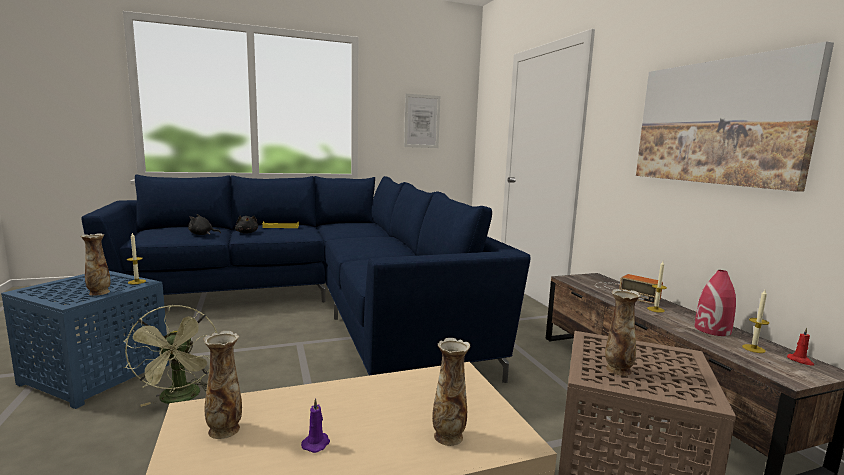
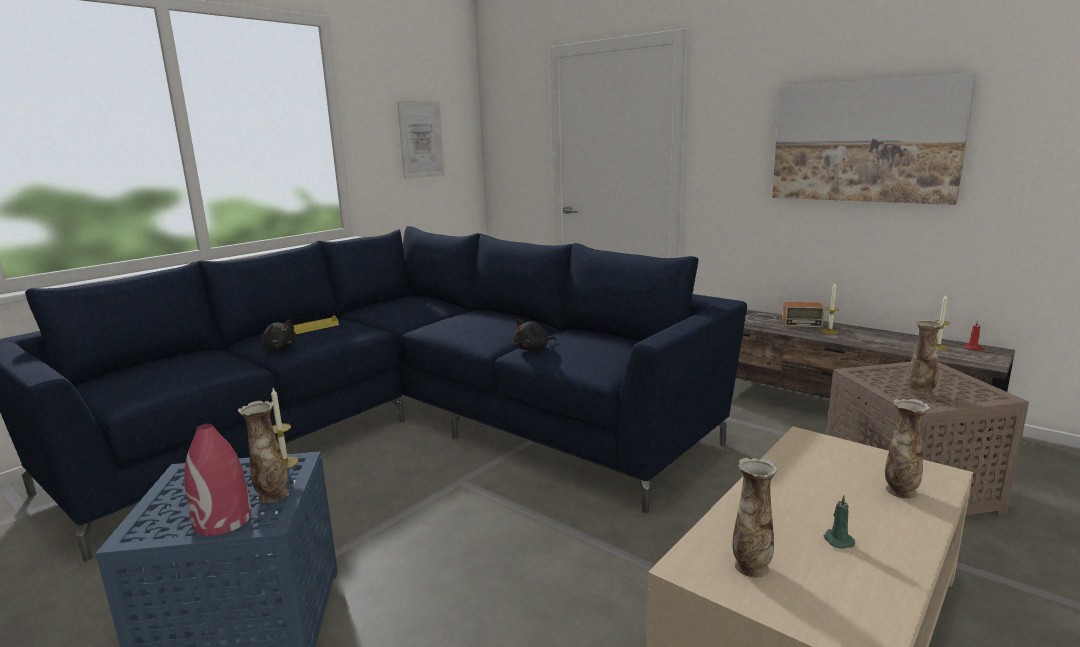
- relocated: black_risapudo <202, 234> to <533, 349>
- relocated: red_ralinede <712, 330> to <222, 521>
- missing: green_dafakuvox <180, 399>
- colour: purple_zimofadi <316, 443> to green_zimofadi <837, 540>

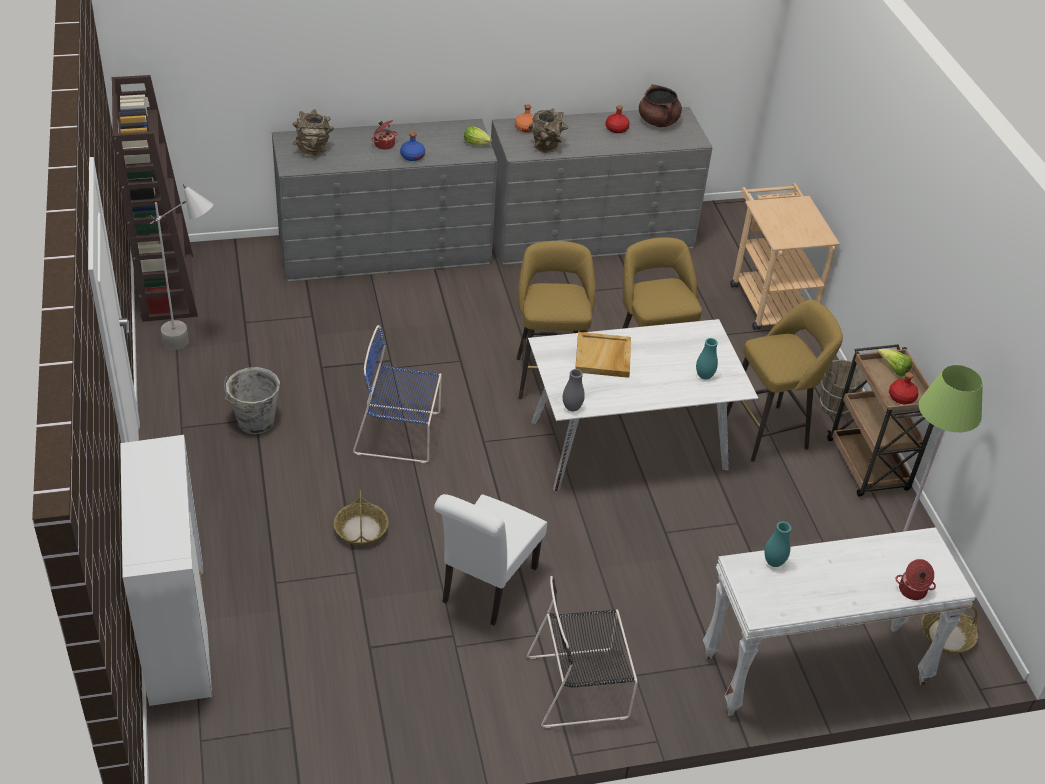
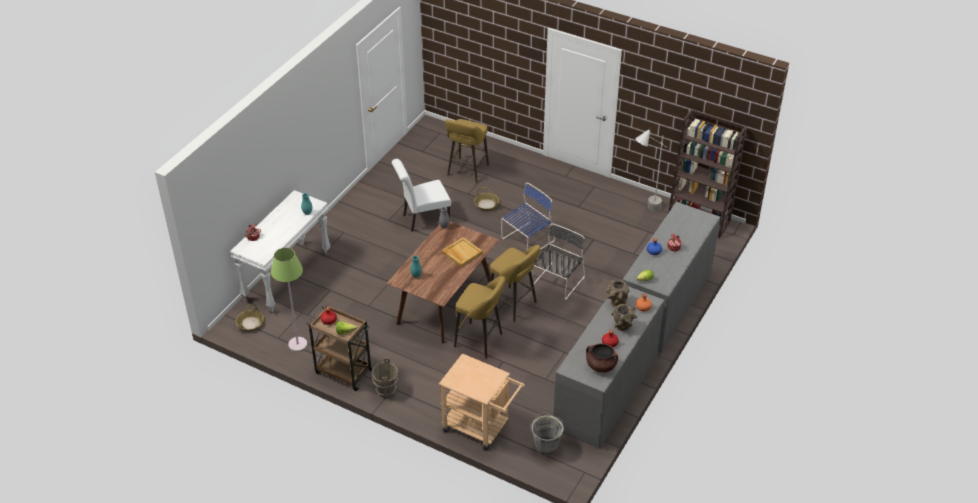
- relocated: brown_ralinede <313, 151> to <623, 327>
- relocated: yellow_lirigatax <770, 432> to <467, 171>
- colour: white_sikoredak <628, 446> to brown_sikoredak <444, 302>
- relocated: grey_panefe <255, 422> to <546, 446>
- missing: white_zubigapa <176, 633>
- spun: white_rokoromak <485, 588> = <423, 219> 90 degrees counterclockwise
- relocated: black_rokoromak <581, 687> to <557, 282>

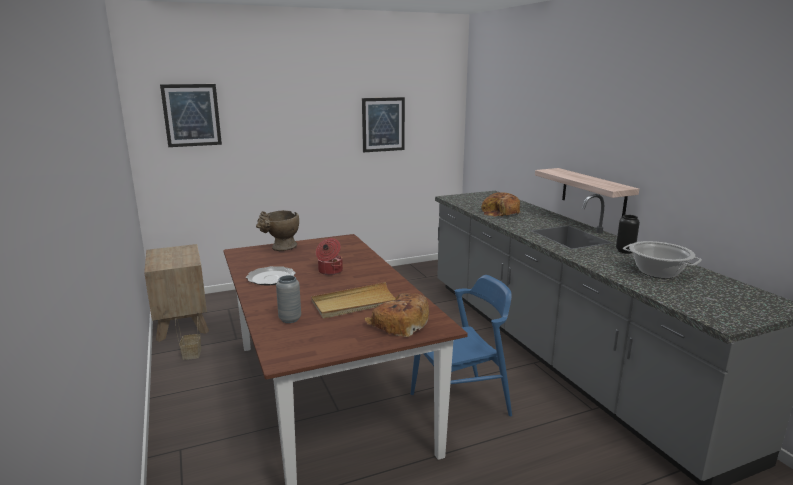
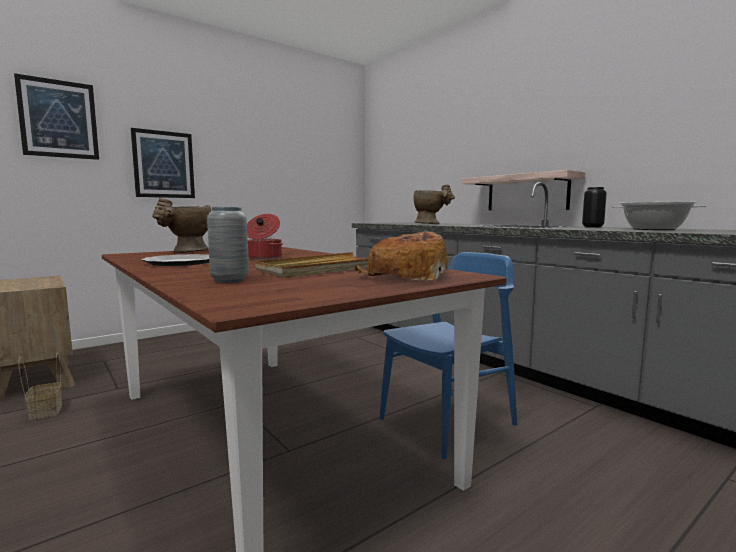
- relocated: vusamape <383, 124> to <163, 164>
- exchanged: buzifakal <501, 213> to beige_ralinede <431, 224>

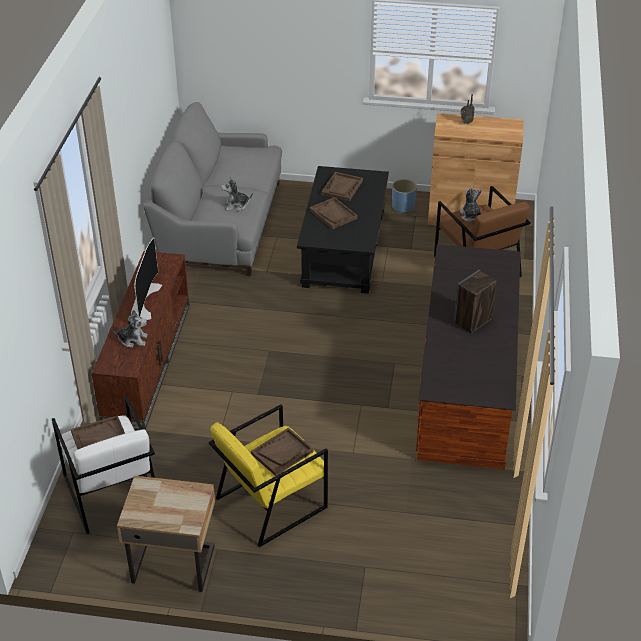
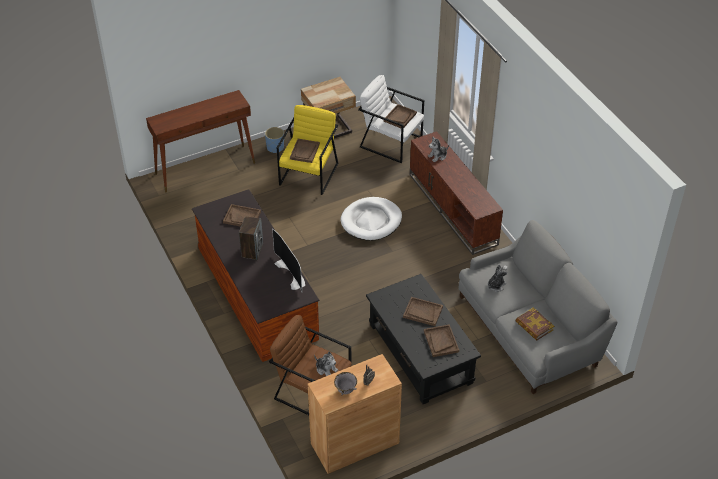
- relocated: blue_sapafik <403, 207> to <275, 147>
- relocated: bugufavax <144, 300> to <292, 273>
- appeared: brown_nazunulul <206, 168>
- appeared: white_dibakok <371, 221>
- appeared: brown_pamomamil <242, 217>
- appeared: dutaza <534, 326>
- appeared: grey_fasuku <345, 390>

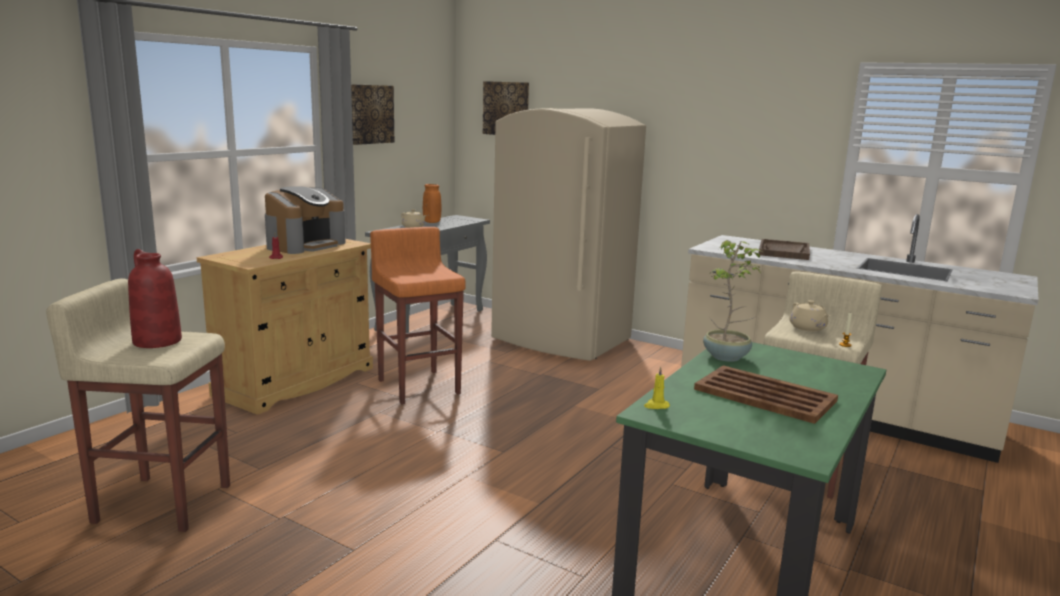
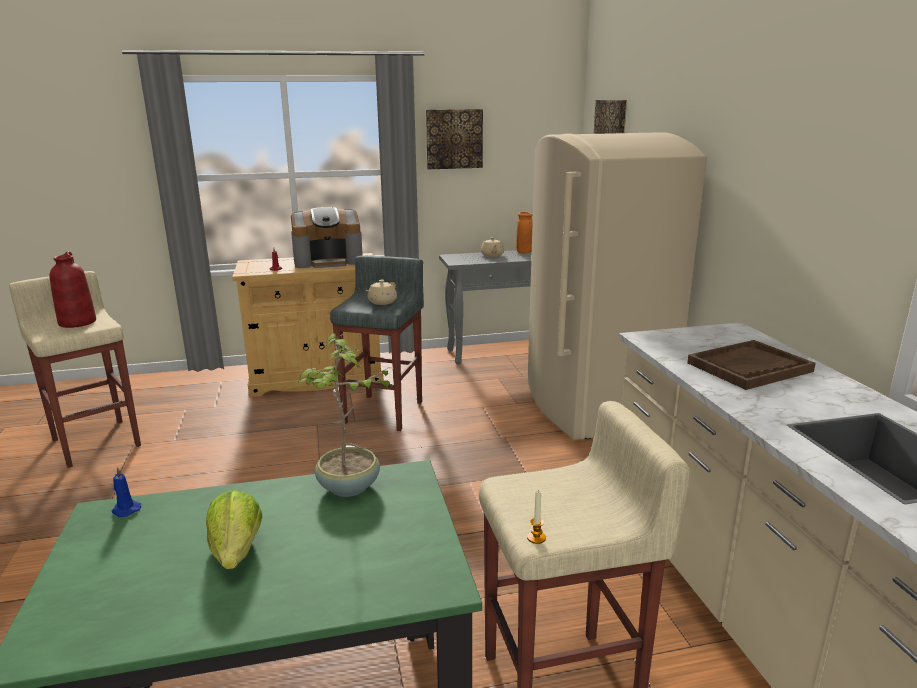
- colour: orange_lirigatax <419, 386> to grey_lirigatax <385, 412>
- relocated: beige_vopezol <808, 328> to <381, 302>
- exchanged: brown_pamomamil <763, 394> to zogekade <236, 552>
- colour: yellow_zimofadi <656, 406> to blue_zimofadi <125, 510>

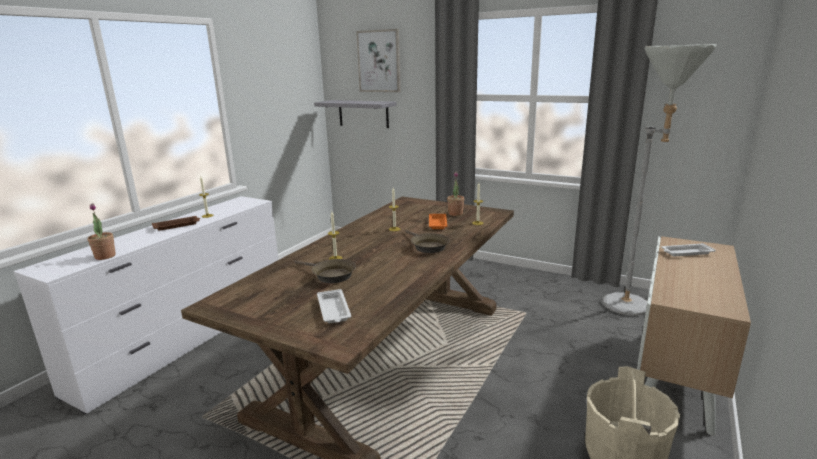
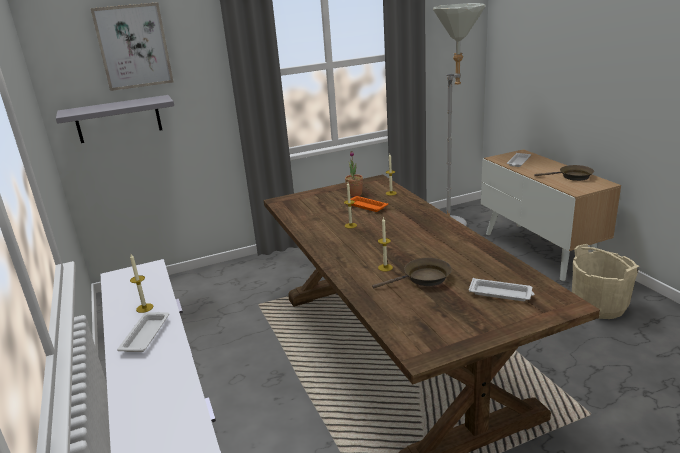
- missing: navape <105, 256>
- colour: brown_pamomamil <177, 225> to white_pamomamil <146, 335>
- relocated: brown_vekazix <427, 246> to <572, 176>

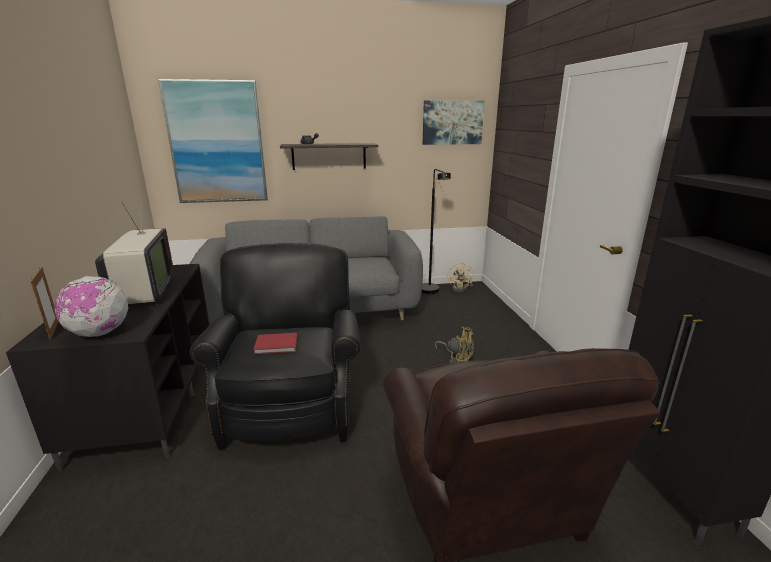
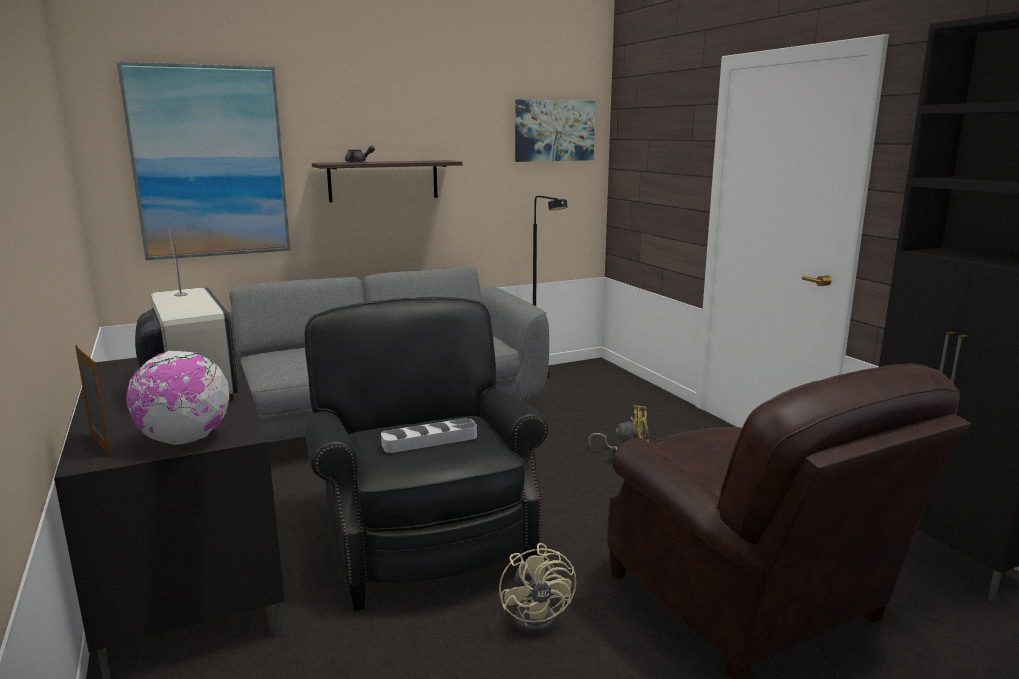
- relocated: beige_dafakuvox <461, 289> to <540, 616>
- exchanged: red_dutaza <277, 345> to grey_pamomamil <429, 440>

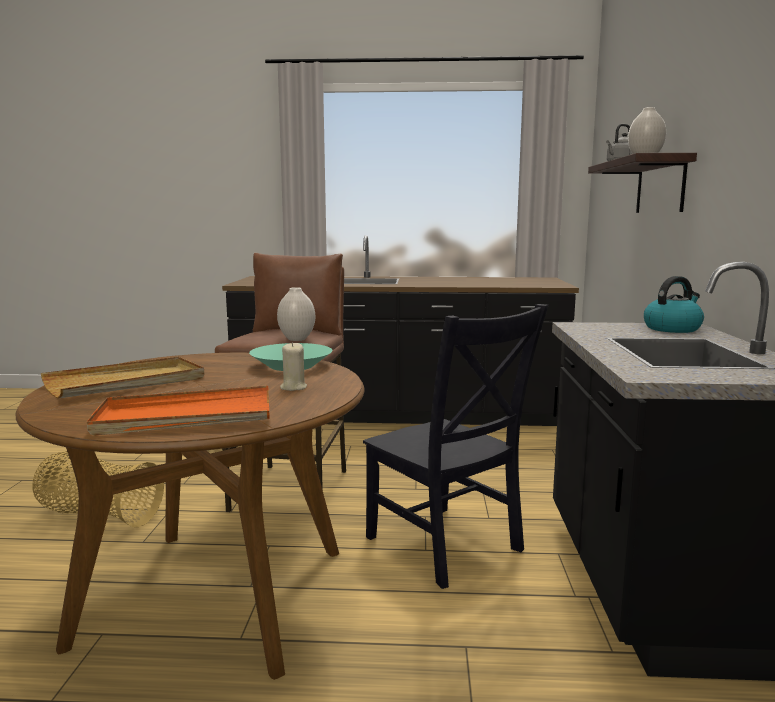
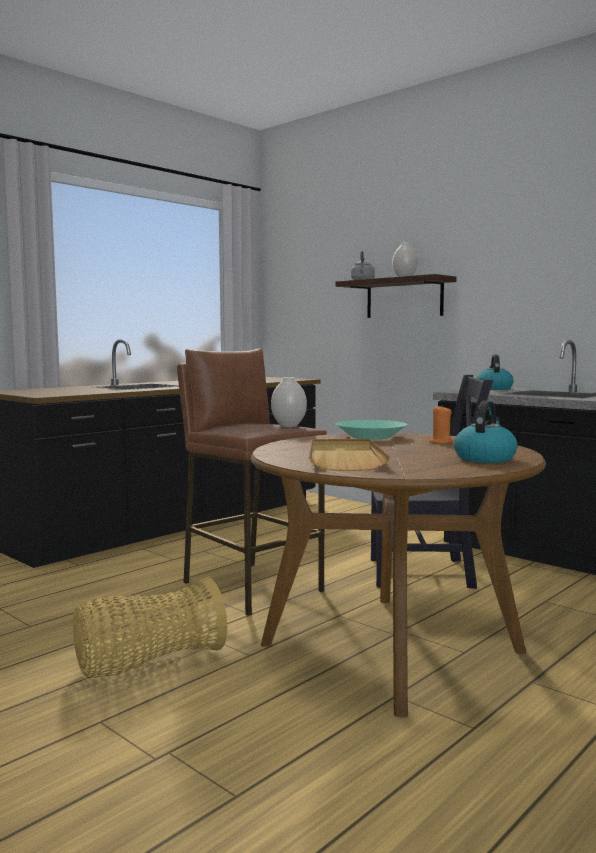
- colour: beige_zimofadi <293, 387> to orange_zimofadi <440, 442>
- exchanged: orange_pamomamil <185, 417> to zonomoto <484, 458>

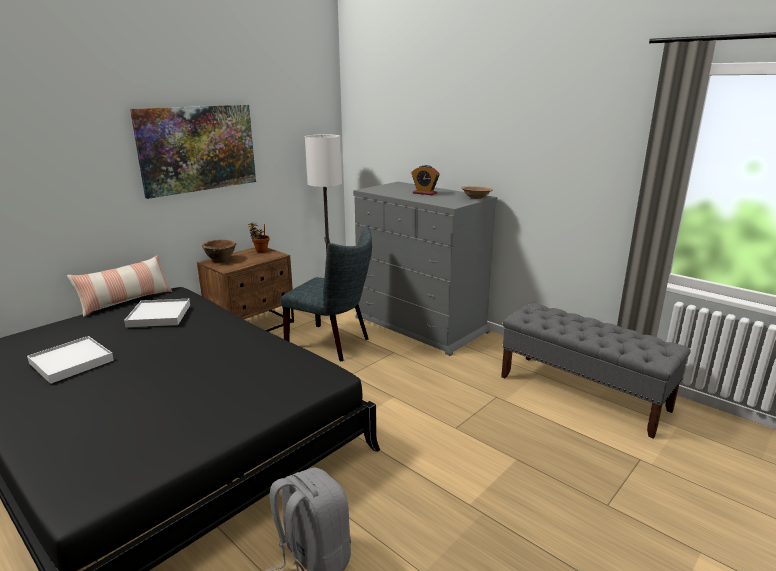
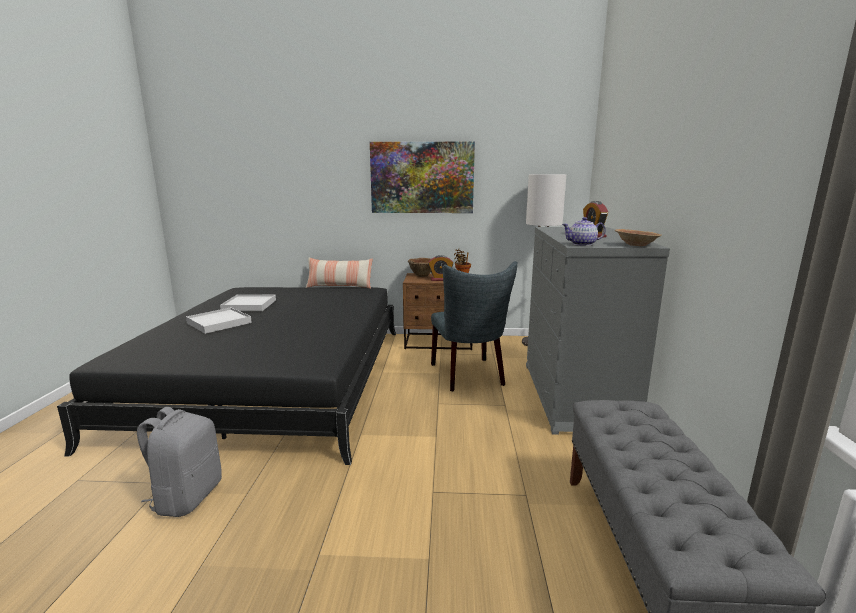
- relocated: white_pamomamil <159, 315> to <219, 323>
- appeared: vopezol <582, 244>
- appeared: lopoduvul <440, 279>

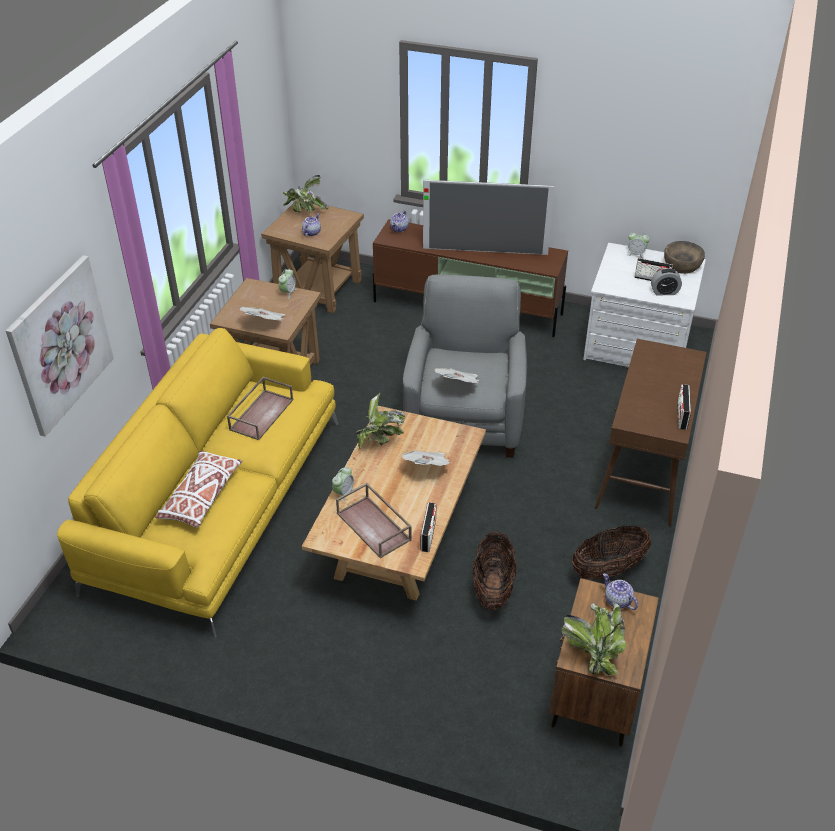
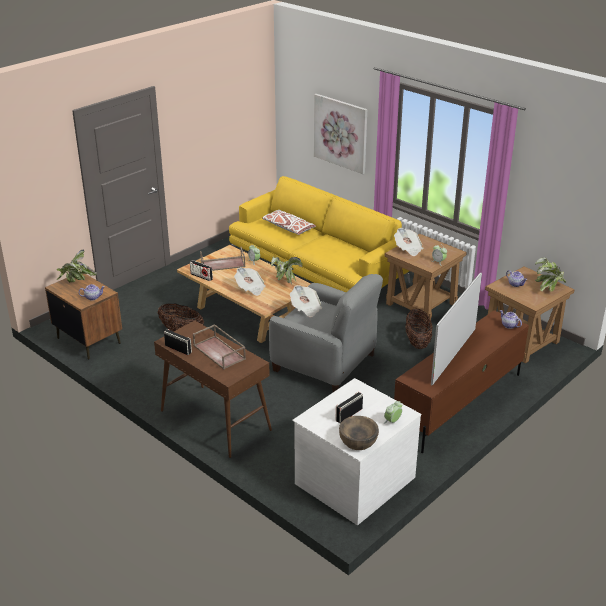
- missing: lopoduvul <664, 292>
- relocated: brown_pamomamil <261, 414> to <220, 352>
- relocated: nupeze <608, 569> to <417, 342>

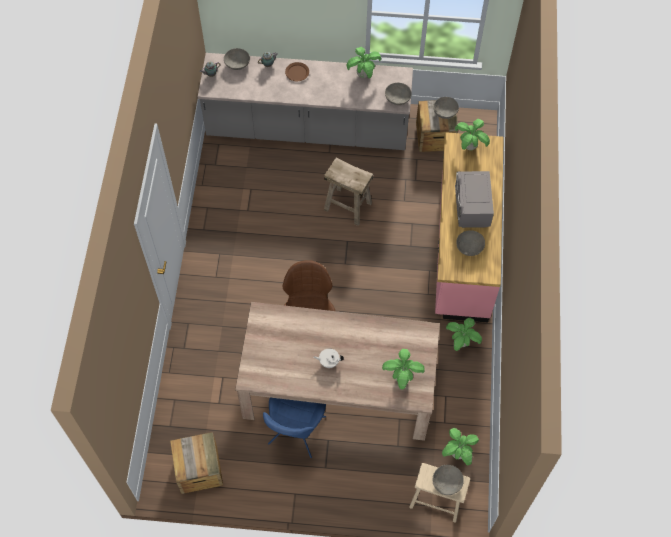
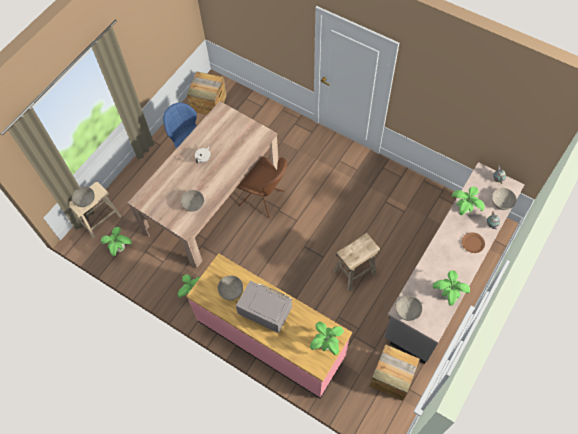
- relocated: grey_fasuku <445, 112> to <193, 204>
- relocated: navape <401, 377> to <463, 210>

